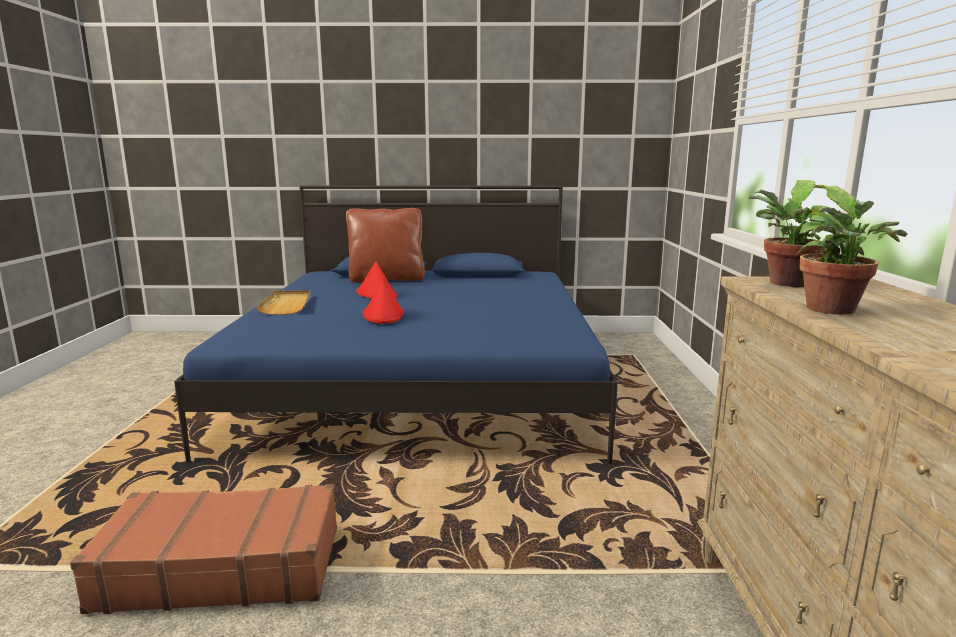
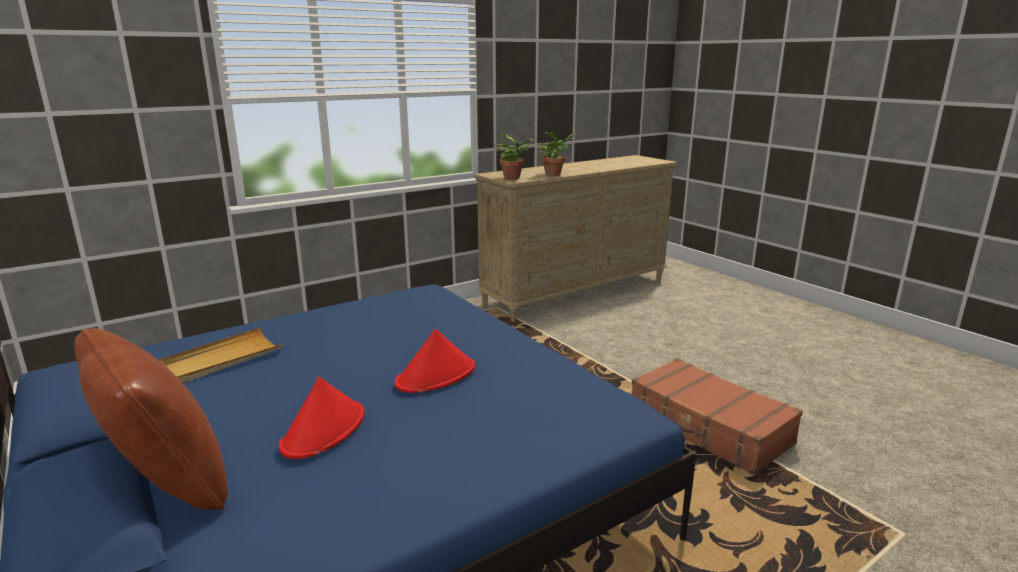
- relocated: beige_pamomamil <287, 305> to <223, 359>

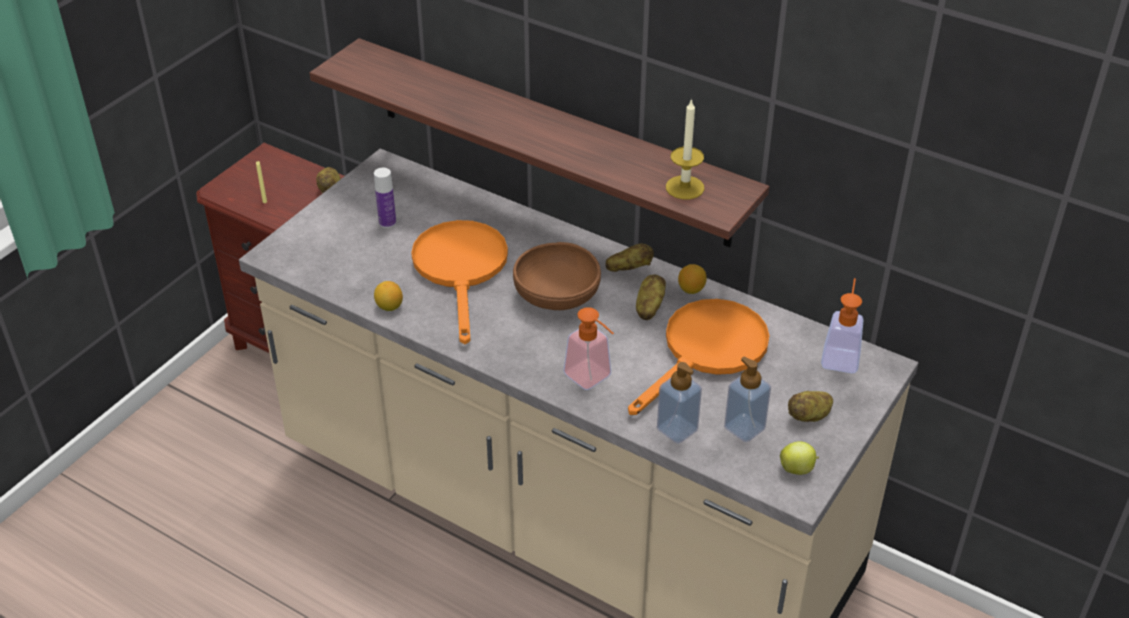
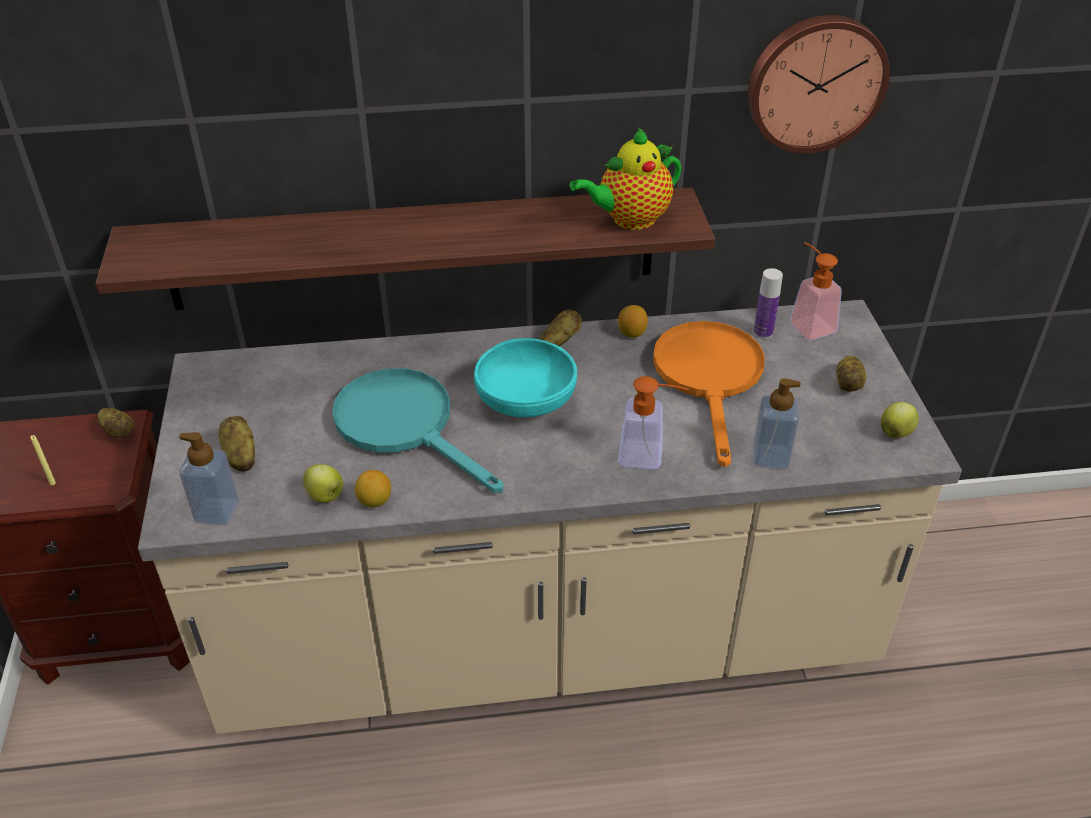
- exchanged: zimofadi <685, 187> to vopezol <629, 220>
- relocated: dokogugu <387, 223> to <763, 332>
- colour: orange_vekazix <461, 270> to turquoise_vekazix <405, 426>
- colour: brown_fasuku <557, 296> to turquoise_fasuku <526, 401>
- relocated: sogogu <649, 307> to <240, 456>
- relocated: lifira <744, 428> to <217, 512>
- appeared: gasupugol <815, 82>
- appeared: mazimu <326, 496>

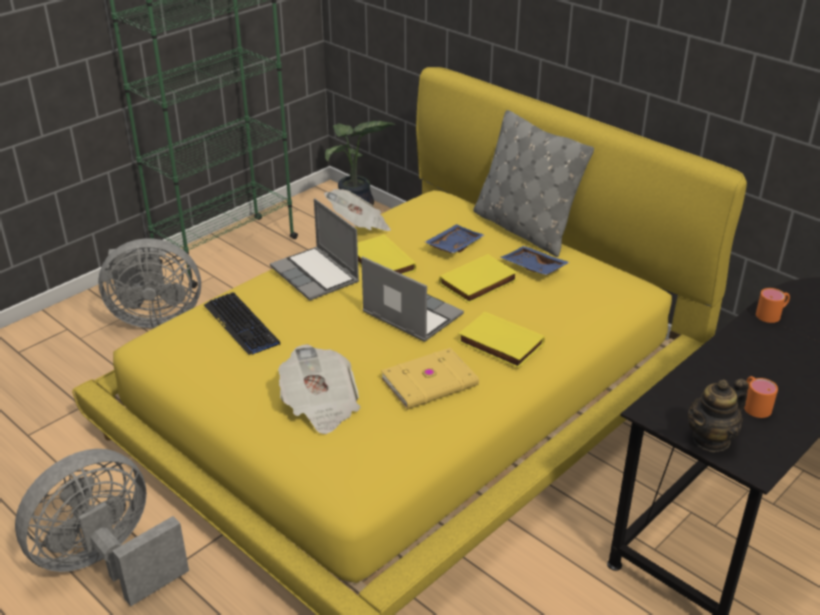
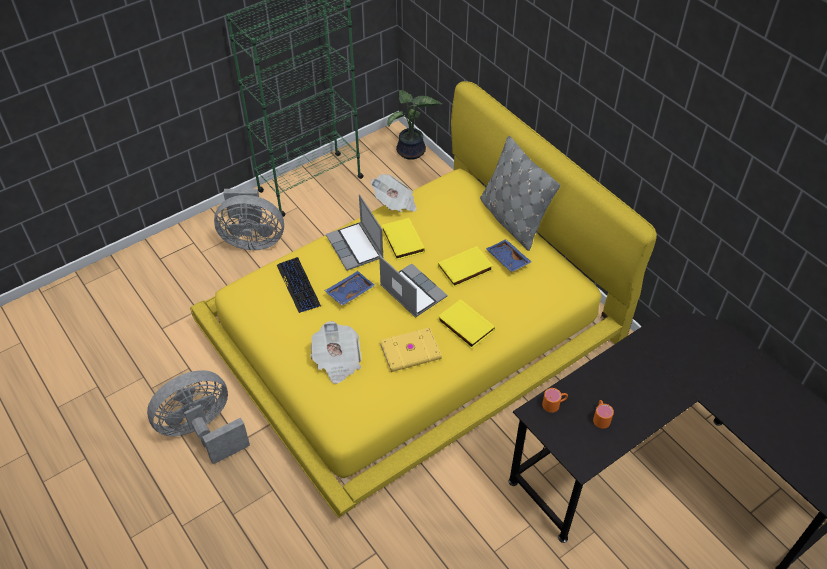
- relocated: blue_pamomamil <453, 246> to <349, 291>
- relocated: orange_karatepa <772, 314> to <554, 404>
- missing: vopezol <711, 439>

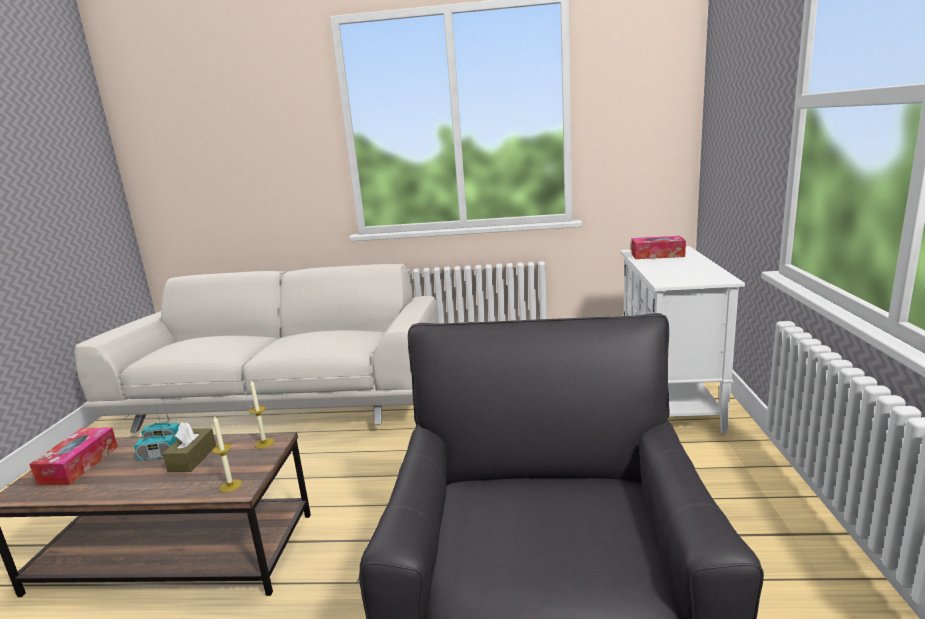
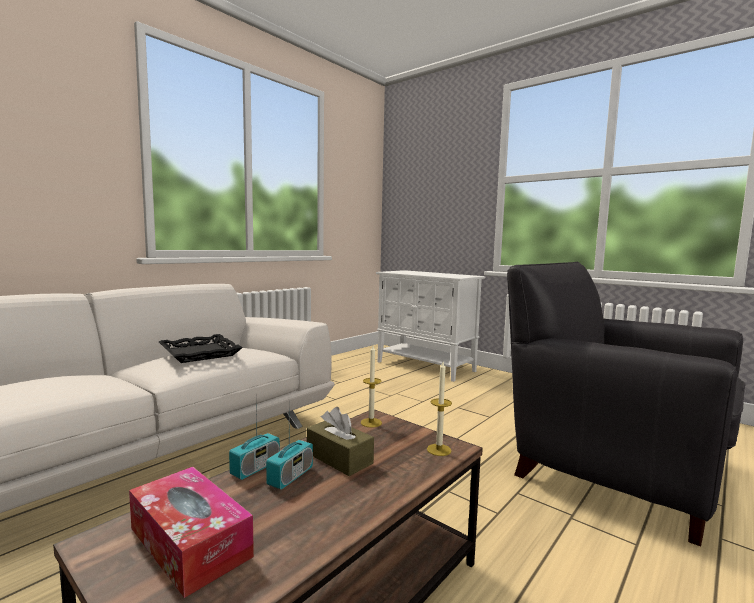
- missing: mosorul <657, 255>
- appeared: black_pamomamil <200, 353>

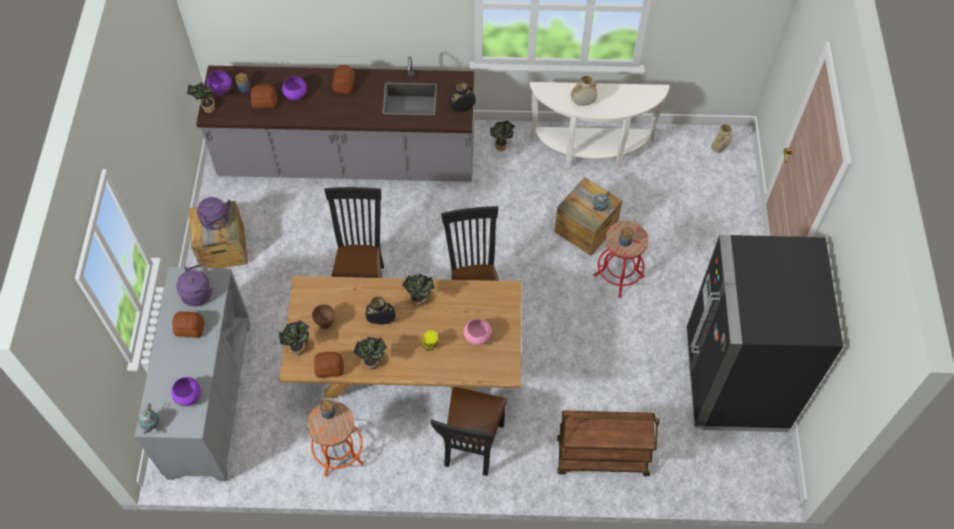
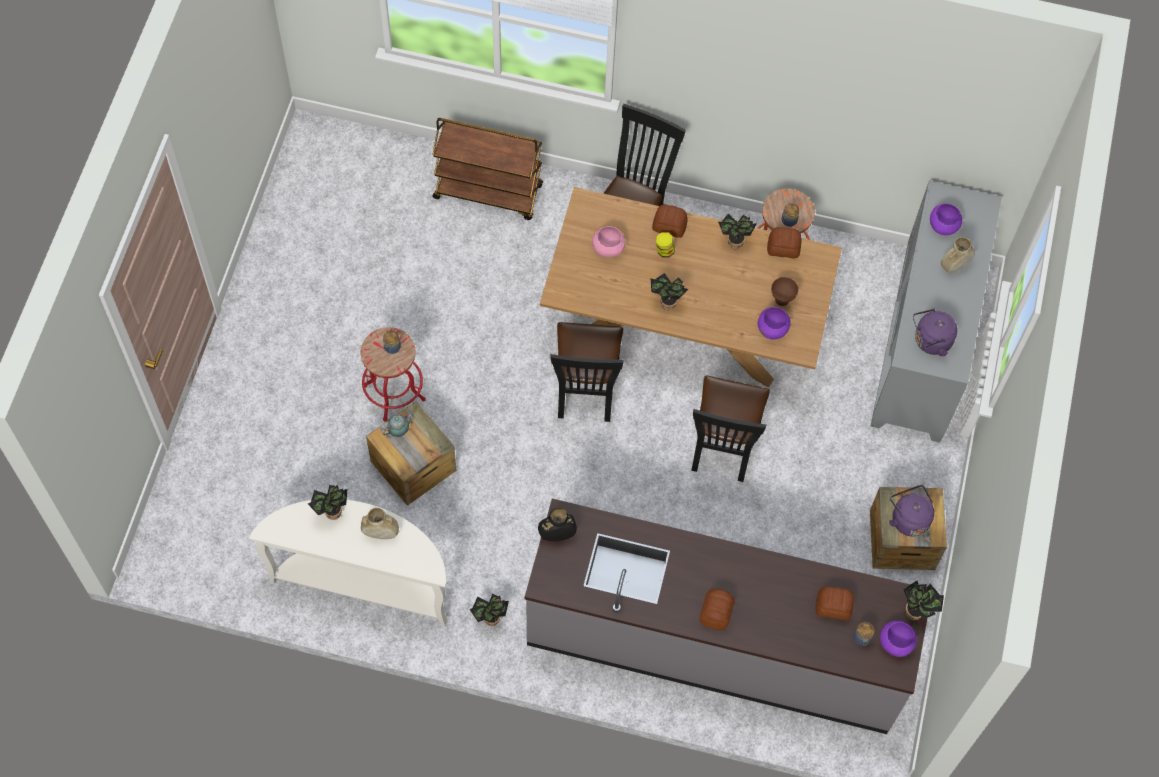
- relocated: purple_fasuku <295, 94> to <773, 329>
- relocated: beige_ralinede <719, 148> to <954, 266>
- missing: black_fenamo <734, 381>
- missing: black_ralinede <381, 320>
- relocated: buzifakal <190, 329> to <669, 225>
- relocated: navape <298, 348> to <332, 514>
- missing: vopezol <151, 425>

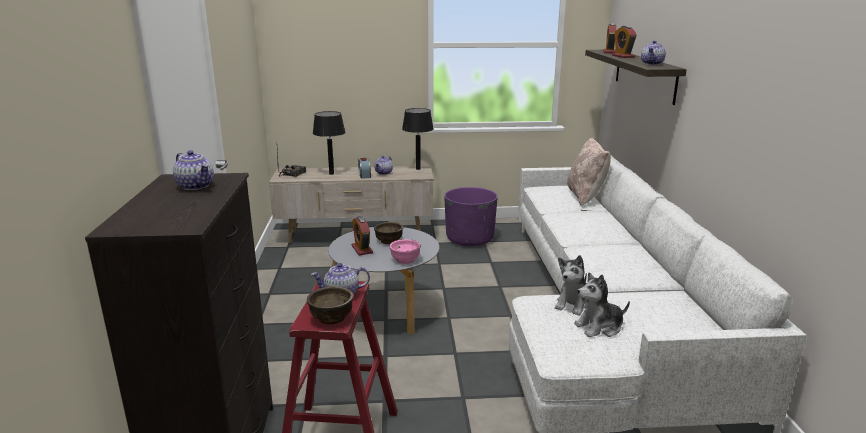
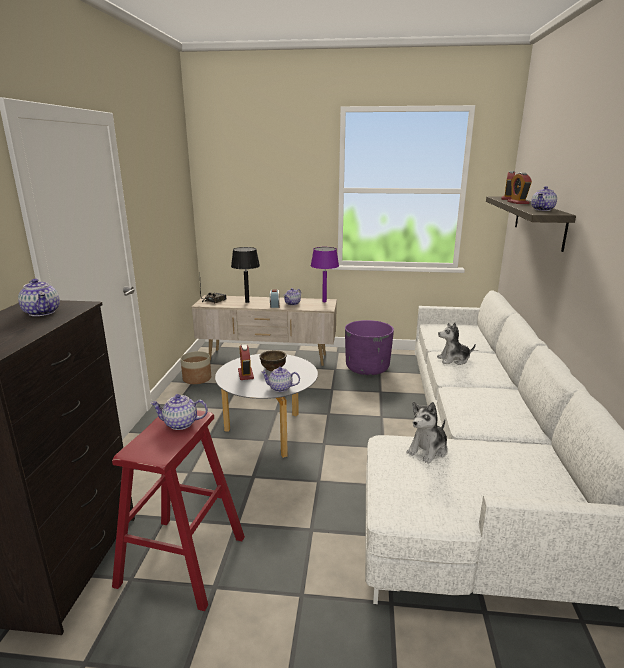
- colour: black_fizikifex <418, 169> to purple_fizikifex <324, 301>
- missing: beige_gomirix <586, 196>
- exchanged: pink_fasuku <405, 260> to vopezol <280, 388>
- relocated: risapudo <599, 327> to <453, 360>
- missing: brown_fasuku <332, 318>
- appeared: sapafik <197, 379>

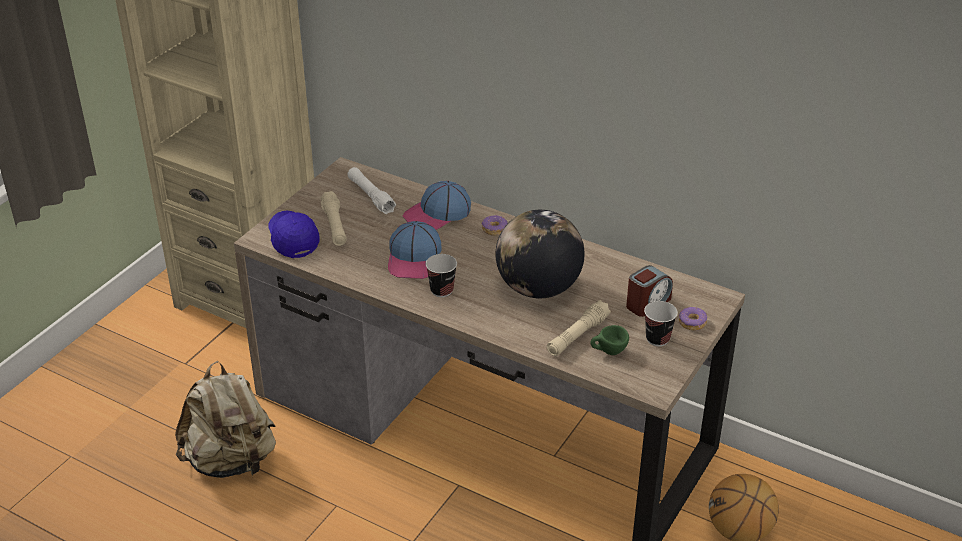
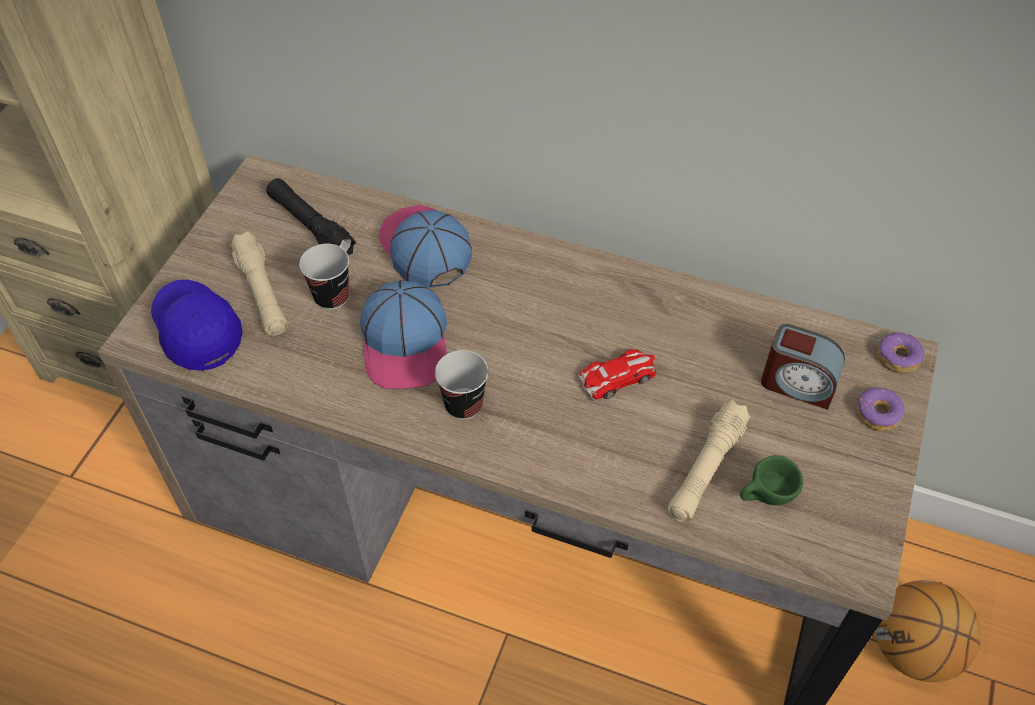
- colour: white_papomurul <371, 196> to black_papomurul <311, 226>
- spun: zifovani <437, 214> = <424, 248> 105 degrees clockwise
- exchanged: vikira <538, 288> to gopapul <618, 377>
- relocated: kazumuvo <494, 229> to <897, 357>
- spun: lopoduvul <647, 303> = <797, 384> 75 degrees clockwise
- relocated: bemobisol <657, 339> to <331, 297>
- missing: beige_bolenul <231, 461>

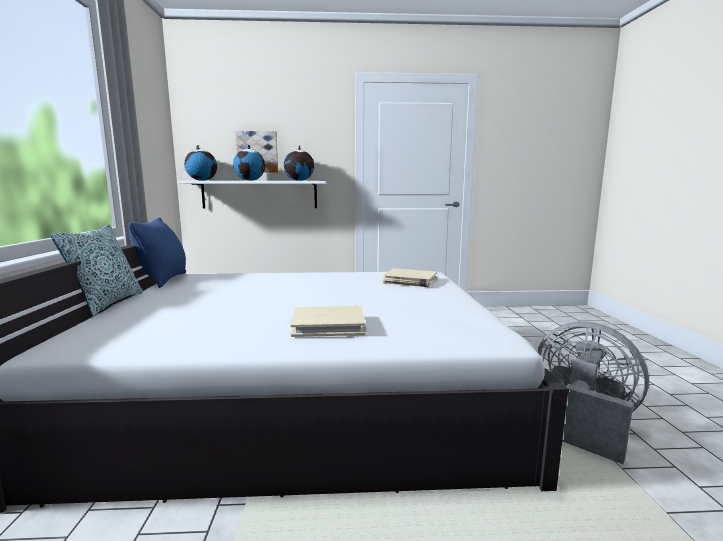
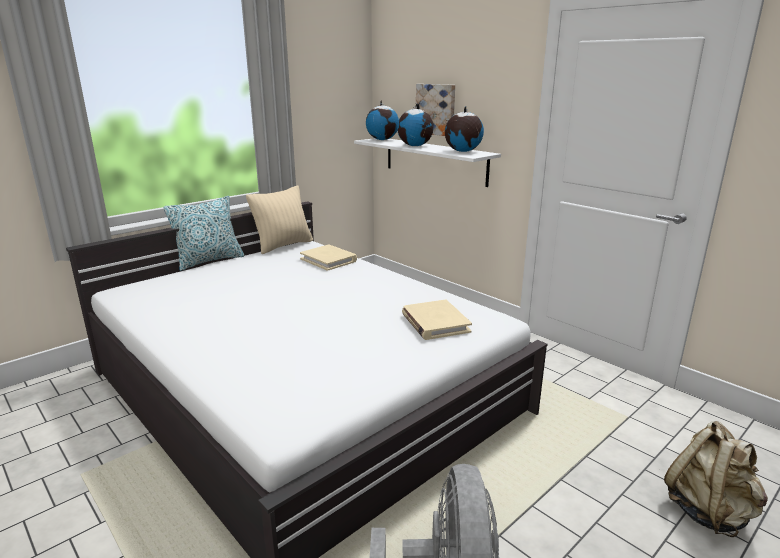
- colour: blue_gomirix <164, 280> to beige_gomirix <283, 245>
- relocated: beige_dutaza <328, 325> to <329, 260>
- appeared: beige_bolenul <709, 511>

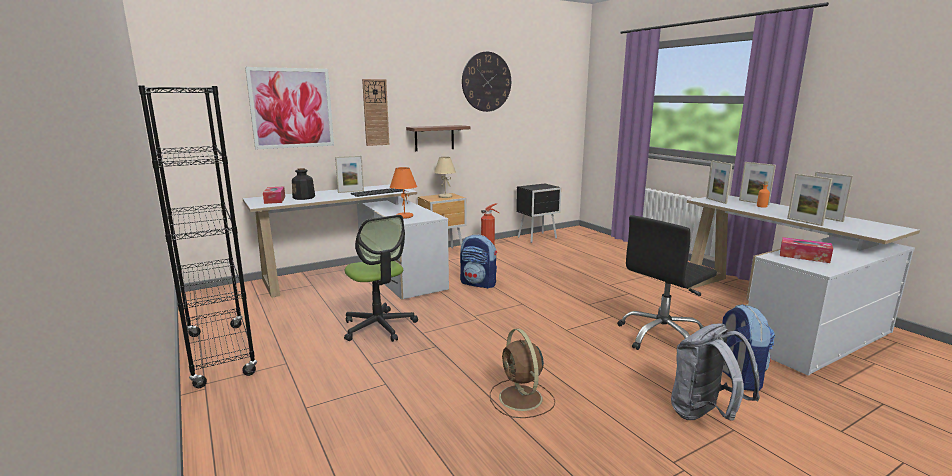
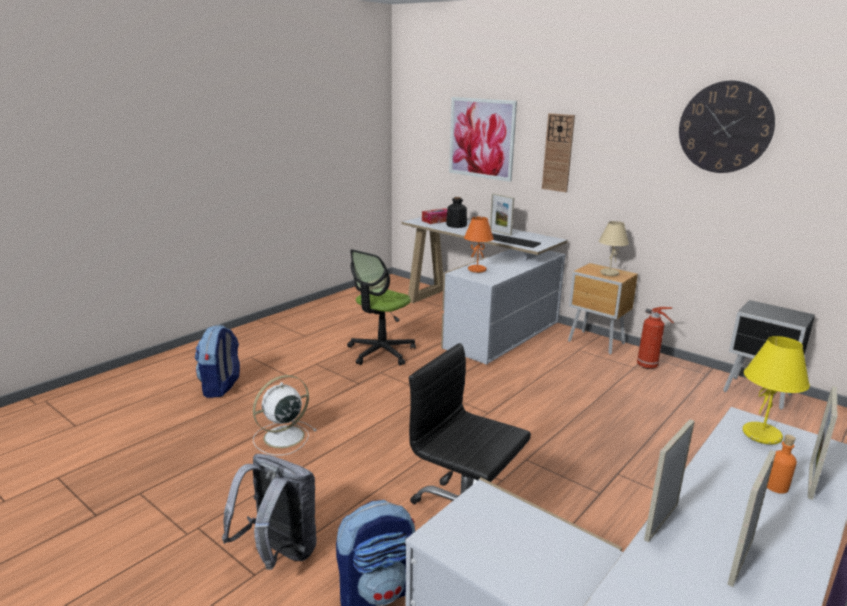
- missing: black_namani <220, 354>
- missing: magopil <434, 138>
- exchanged: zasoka <716, 201> to yellow_fizikifex <762, 435>
- relocated: bolenul <478, 283> to <221, 387>
- missing: mosorul <804, 256>
- colour: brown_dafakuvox <521, 399> to white_dafakuvox <282, 437>

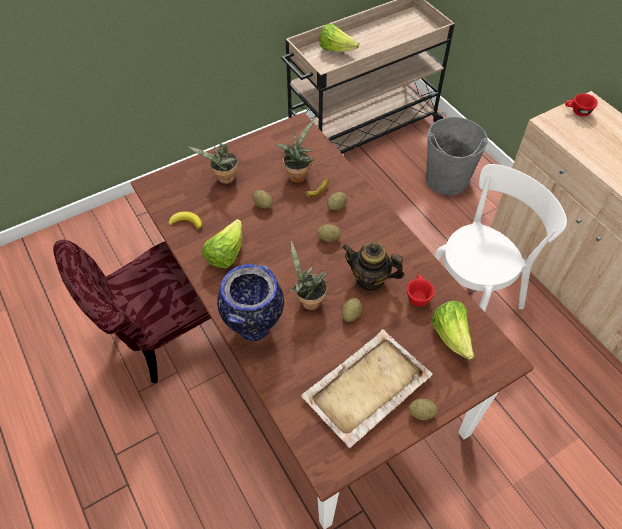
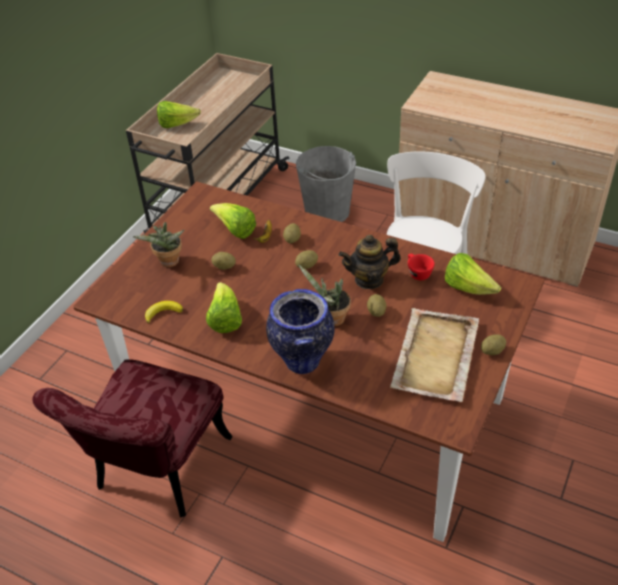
- missing: red_bemobisol <577, 112>
- exchanged: navape <297, 174> to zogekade <235, 230>

